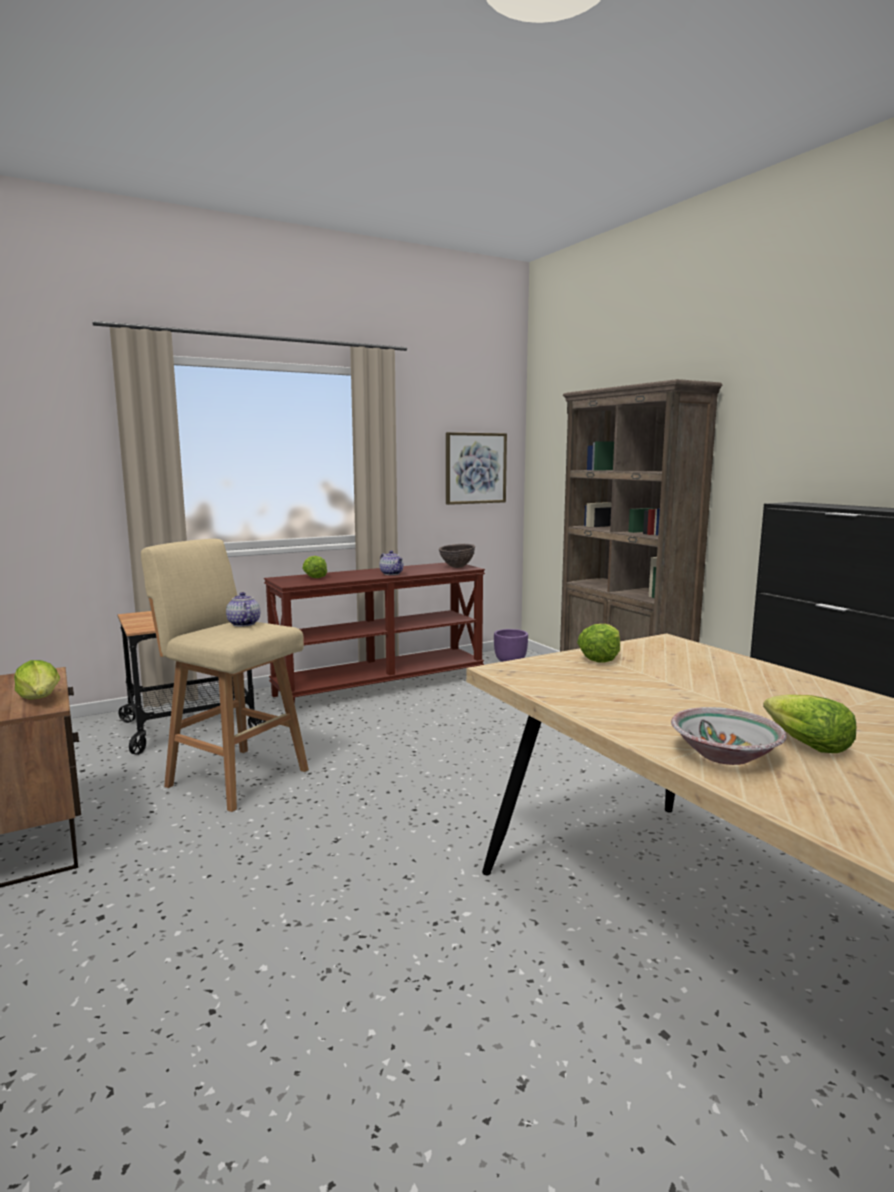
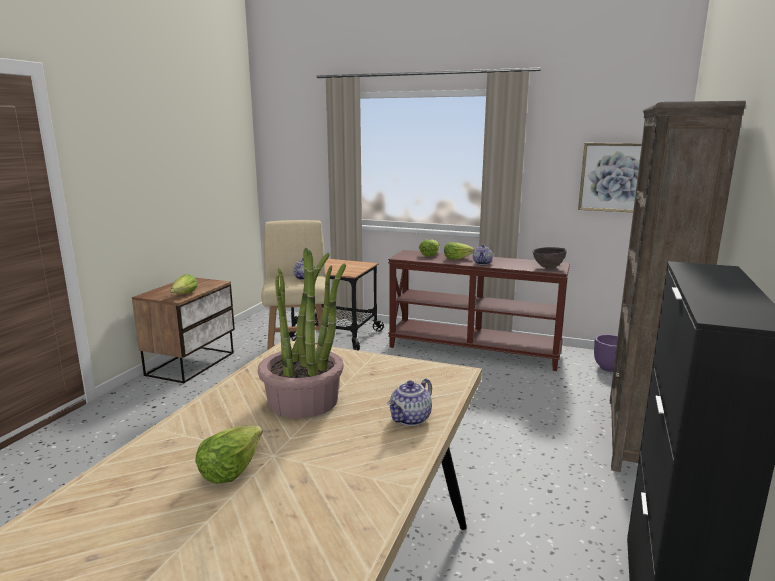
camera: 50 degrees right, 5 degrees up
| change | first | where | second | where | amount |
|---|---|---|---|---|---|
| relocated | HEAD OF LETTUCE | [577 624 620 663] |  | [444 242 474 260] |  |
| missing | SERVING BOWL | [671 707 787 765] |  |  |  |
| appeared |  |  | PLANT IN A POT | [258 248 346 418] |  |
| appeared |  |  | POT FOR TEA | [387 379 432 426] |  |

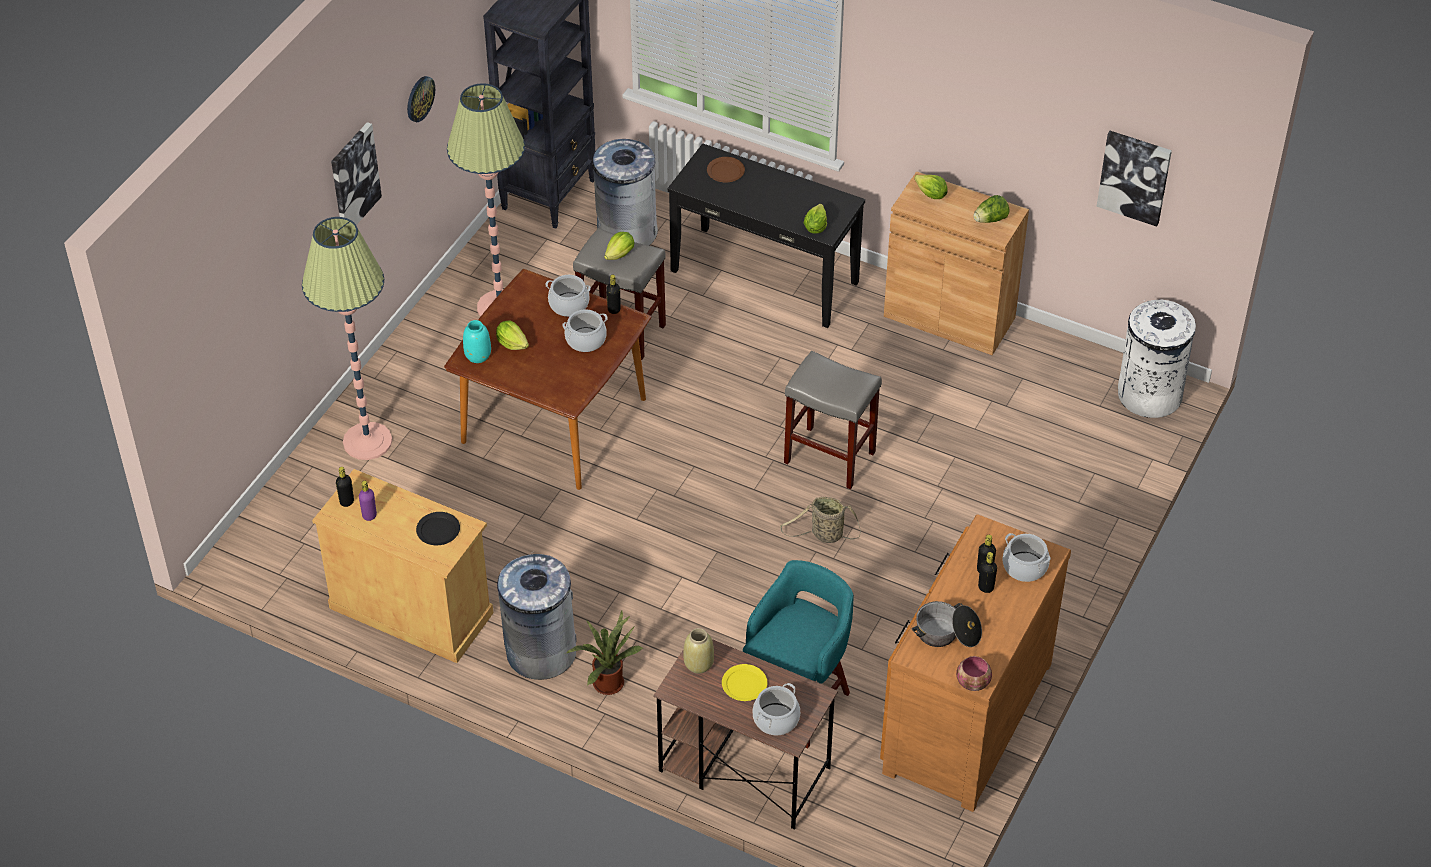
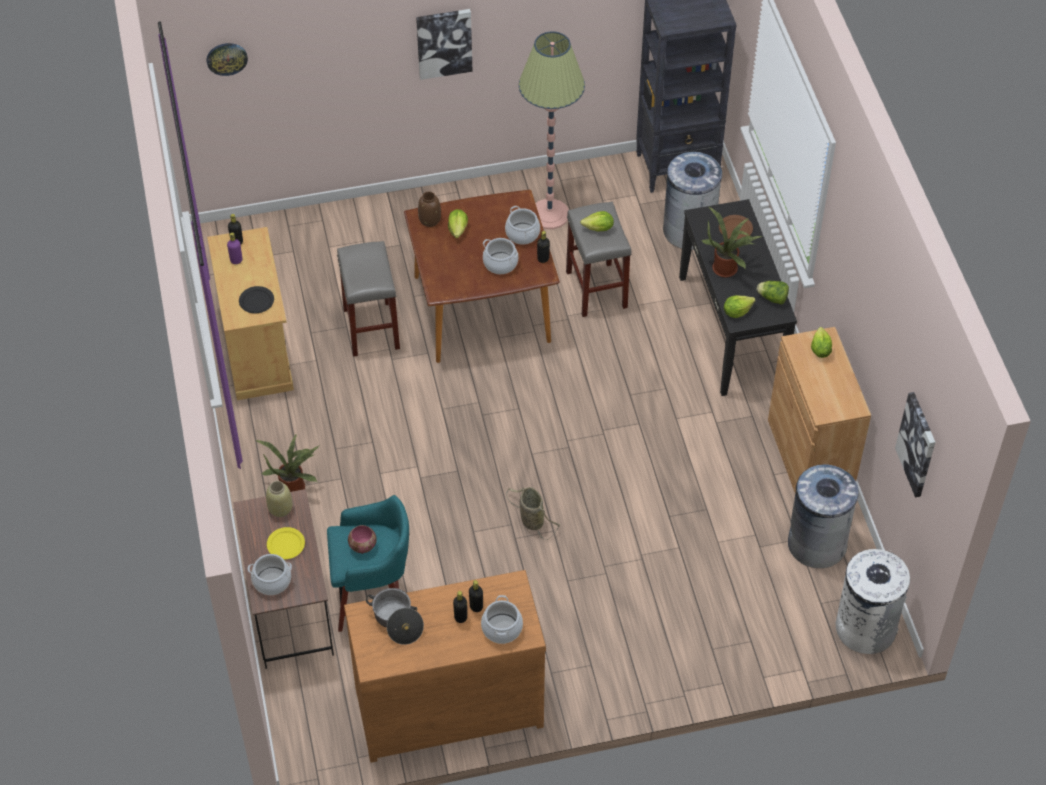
camera: 50 degrees right, 5 degrees up
| change | first | where | second | where | amount |
|---|---|---|---|---|---|
| missing | STANDARD LAMP | [302 217 392 460] |  |  |  |
| relocated | WALL CLOCK | [407 76 435 122] |  | [207 43 248 76] |  |
| colour | TURQUOISE-COLOURED FLOWER VASE | [463 320 491 363] | BROWN FLOWER VASE | [418 192 441 227] |  |
| relocated | GREY TRASH CAN | [497 552 577 680] |  | [788 464 859 568] |  |
| relocated | GREY STOOL | [784 351 882 489] |  | [337 241 400 357] |  |
| relocated | SERVING BOWL | [956 656 992 691] |  | [348 525 377 554] |  |
| relocated | HEAD OF LETTUCE | [973 195 1009 223] |  | [757 281 789 305] |  |
| appeared |  |  | PLANT IN A POT | [701 206 762 278] |  |

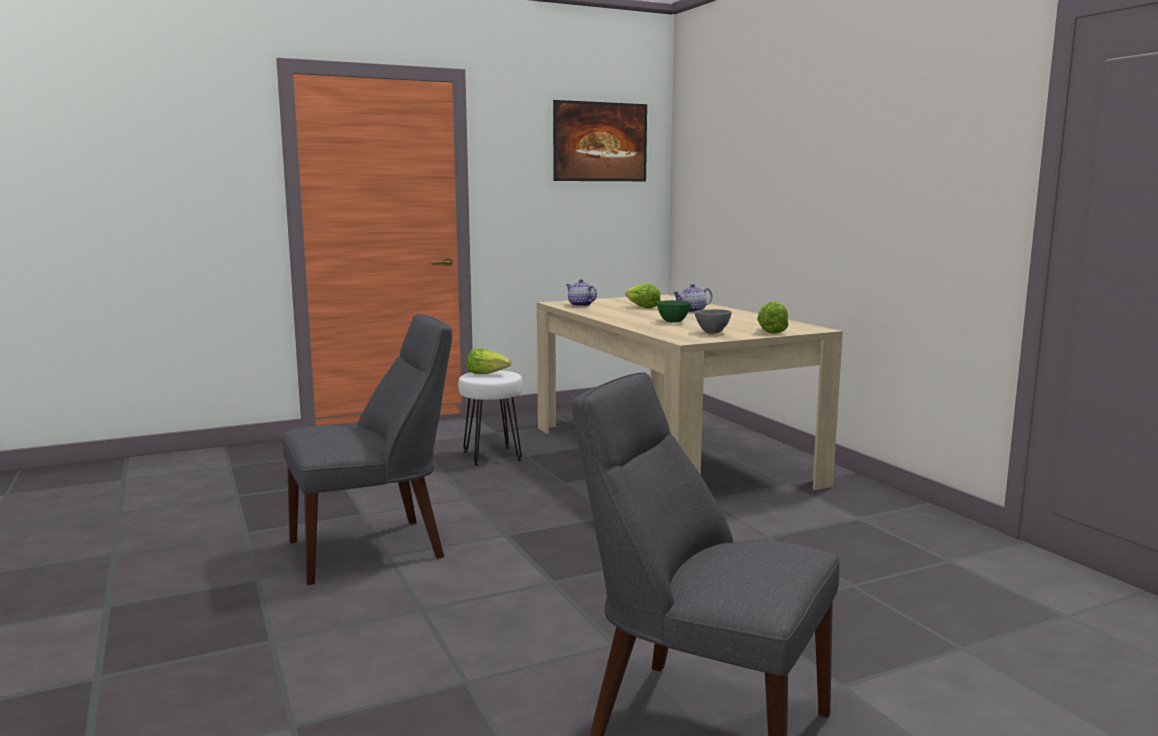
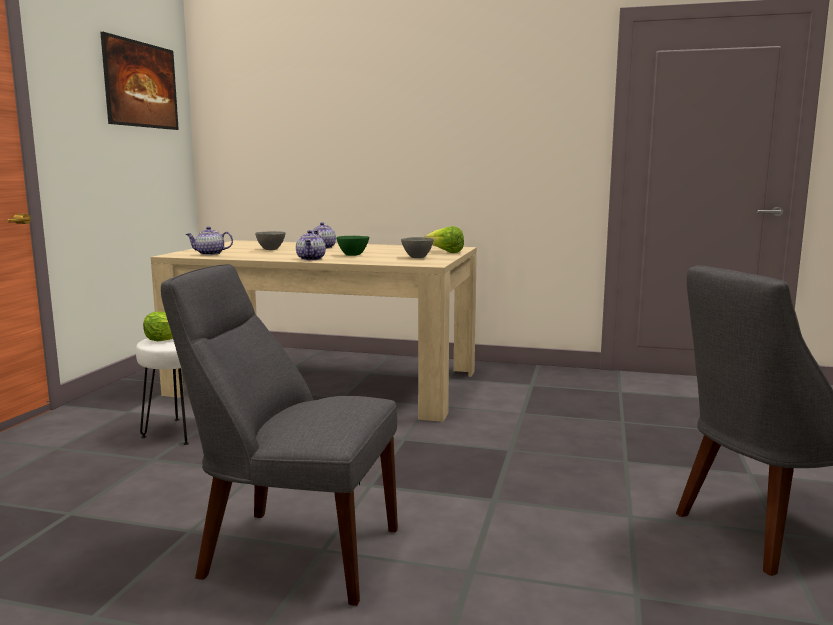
camera: 50 degrees left, 0 degrees up
| change | first | where | second | where | amount |
|---|---|---|---|---|---|
| spun | GREY CHAIR | [282 314 452 585] |  | [161 264 398 606] | 90 degrees counterclockwise |
| exchanged | HEAD OF LETTUCE | [625 284 661 308] | GREY SERVING BOWL | [255 231 286 250] |  |
| appeared |  |  | POT FOR TEA | [296 230 326 260] |  |

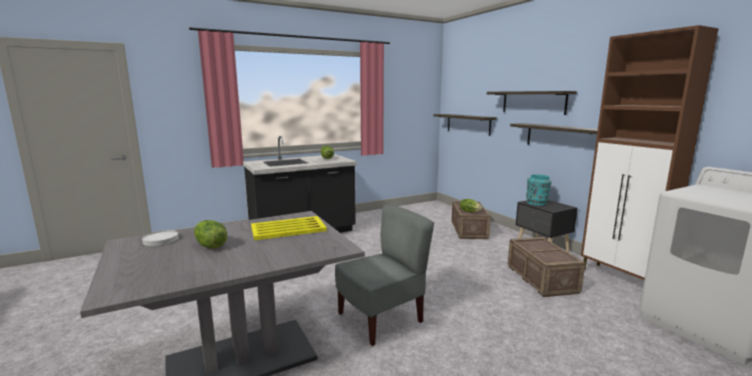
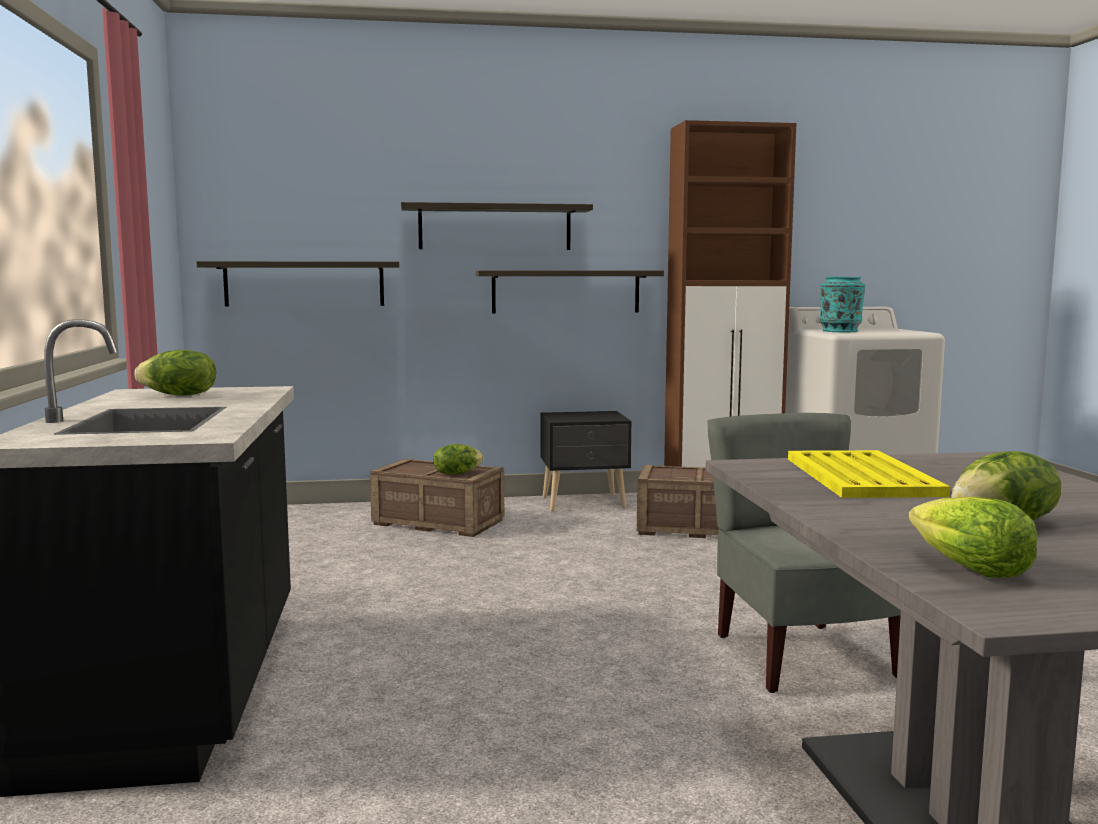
camera: 70 degrees left, 5 degrees down
| change | first | where | second | where | amount |
|---|---|---|---|---|---|
| exchanged | WHITE PLATE | [142 230 179 246] | HEAD OF LETTUCE | [908 496 1037 578] |  |
| relocated | TURQUOISE-COLOURED FLOWER VASE | [526 174 552 206] |  | [820 276 865 332] |  |

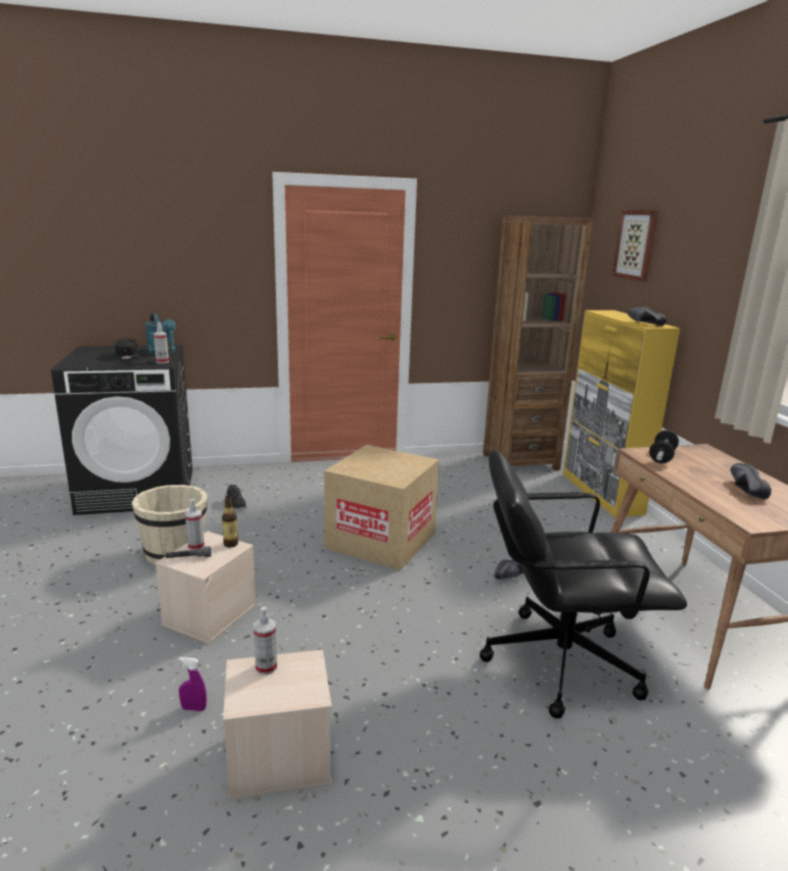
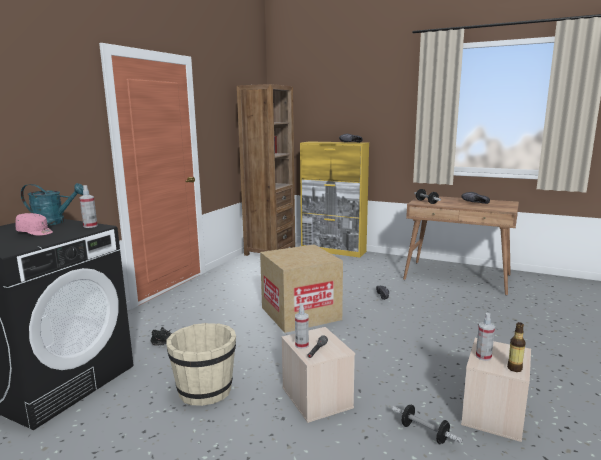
camera: 50 degrees left, 5 degrees down
| change | first | where | second | where | amount |
|---|---|---|---|---|---|
| colour | BLACK-COLOURED CAP | [115 338 138 360] | PINK-COLOURED CAP | [15 213 53 236] |  |
| exchanged | PURPLE SPRAYER | [179 657 207 711] | HAND WEIGHT | [392 405 462 444] |  |
| relocated | BOTTLE | [222 497 238 548] |  | [507 322 526 372] |  |
| missing | BLACK-COLOURED DESK CHAIR | [480 449 687 719] |  |  |  |
| missing | PICTURE | [612 210 659 282] |  |  |  |

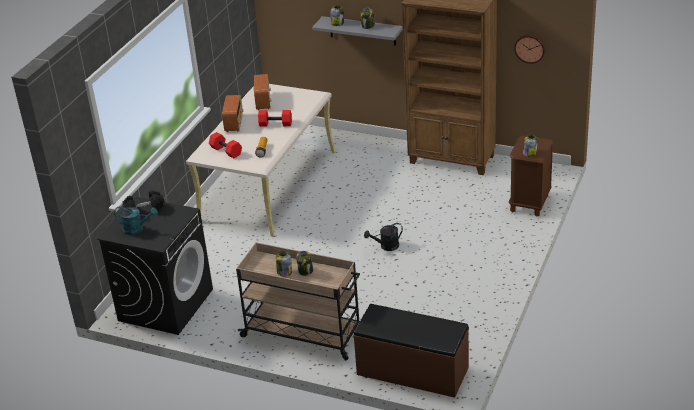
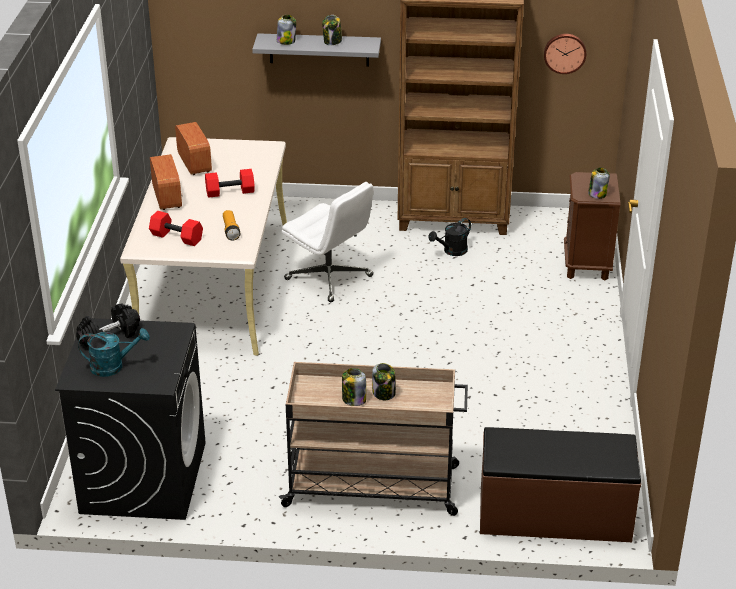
camera: 20 degrees left, 0 degrees up
| change | first | where | second | where | amount |
|---|---|---|---|---|---|
| relocated | BLACK-COLOURED SPRINKLING CAN | [364 223 403 251] |  | [428 218 471 256] |  |
| appeared |  |  | WHITE DESK CHAIR | [282 182 374 302] |  |

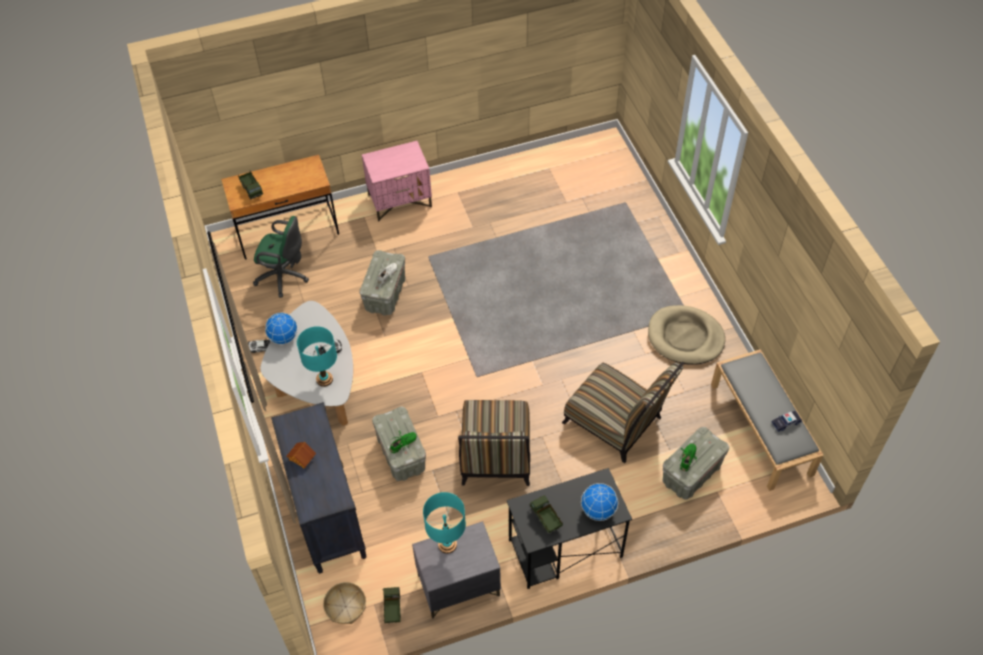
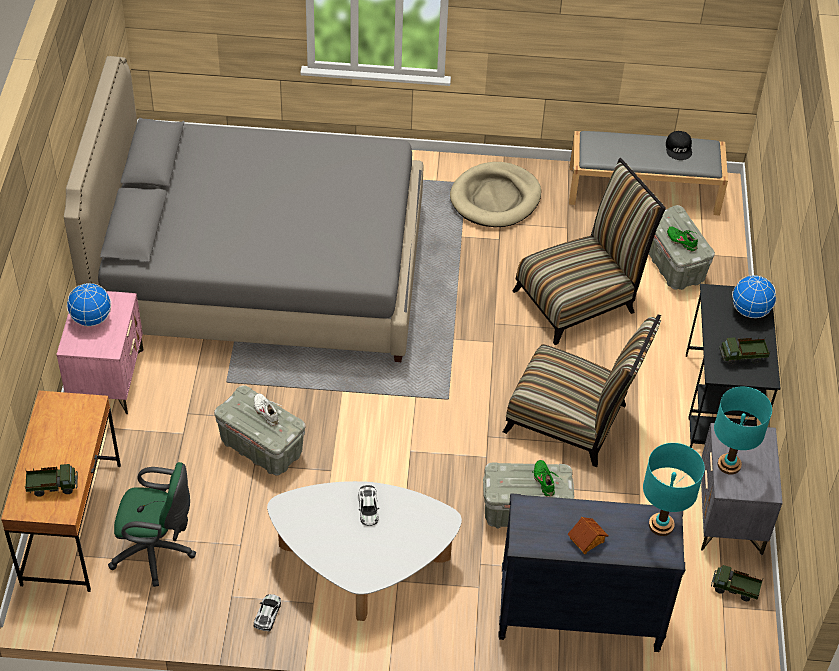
camera: 70 degrees left, 5 degrees down
| change | first | where | second | where | amount |
|---|---|---|---|---|---|
| spun | GREENISH DESK CHAIR | [253 216 309 298] |  | [108 462 196 587] | 60 degrees clockwise |
| relocated | WORLD GLOBE | [265 313 297 345] |  | [67 283 111 327] |  |
| relocated | TURQUOISE-COLOURED LAMP FOR A TABLE | [297 326 337 387] |  | [643 443 705 536] |  |
| missing | HOUSEHOLD BASKET | [323 582 366 624] |  |  |  |
| exchanged | MODEL CAR | [771 411 802 432] | BLACK-COLOURED CAP | [666 131 692 160] |  |
| appeared |  |  | GREY BED | [64 56 424 362] |  |

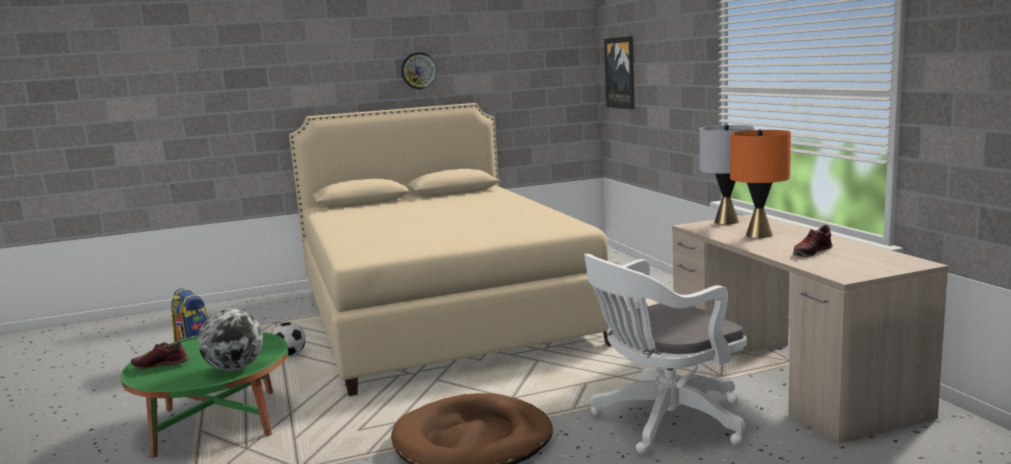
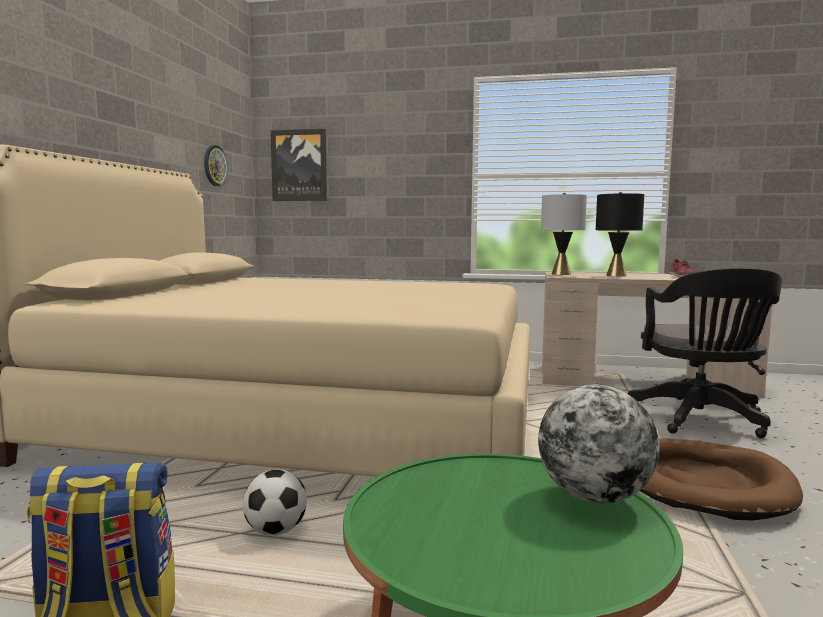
camera: 60 degrees left, 5 degrees down
| change | first | where | second | where | amount |
|---|---|---|---|---|---|
| missing | ITEM OF FOOTWEAR | [131 341 189 369] |  |  |  |
| relocated | WALL CLOCK | [401 52 437 90] |  | [204 145 228 186] |  |
| colour | WHITE DESK CHAIR | [584 254 747 454] | BLACK-COLOURED DESK CHAIR | [628 268 782 438] |  |
| colour | ORANGEY LAMP FOR A TABLE | [730 129 791 238] | BLACK-COLOURED LAMP FOR A TABLE | [596 192 644 277] |  |

